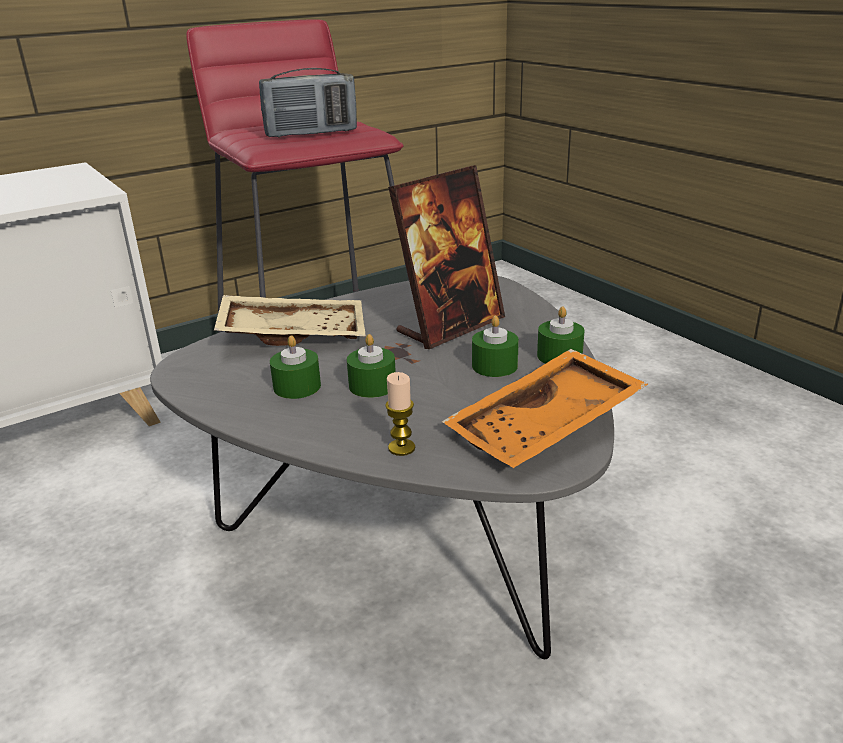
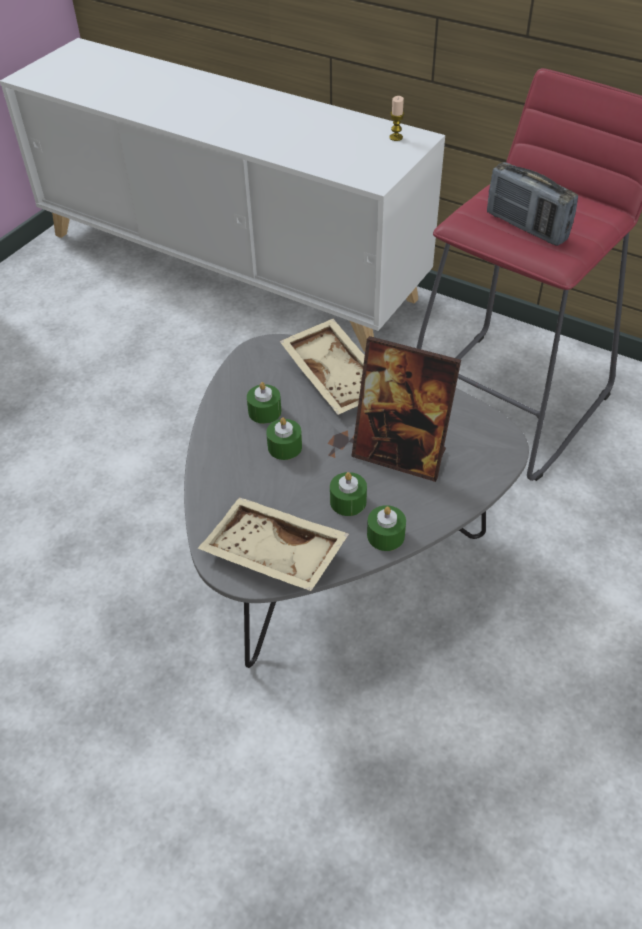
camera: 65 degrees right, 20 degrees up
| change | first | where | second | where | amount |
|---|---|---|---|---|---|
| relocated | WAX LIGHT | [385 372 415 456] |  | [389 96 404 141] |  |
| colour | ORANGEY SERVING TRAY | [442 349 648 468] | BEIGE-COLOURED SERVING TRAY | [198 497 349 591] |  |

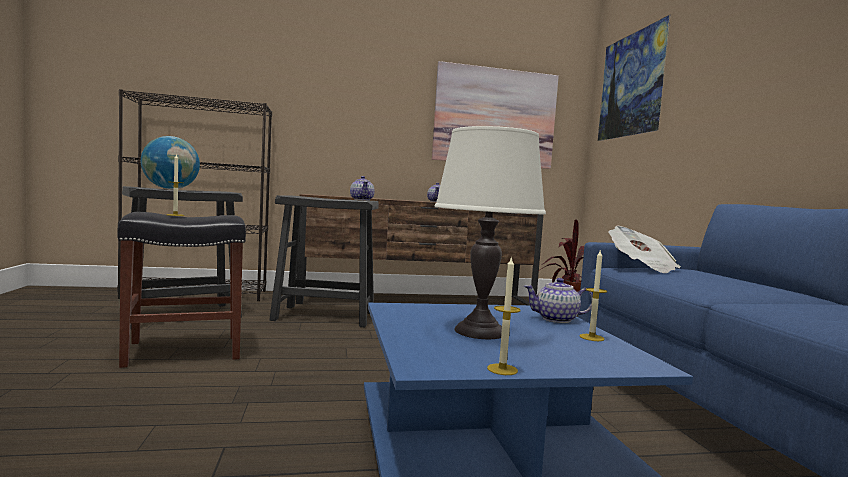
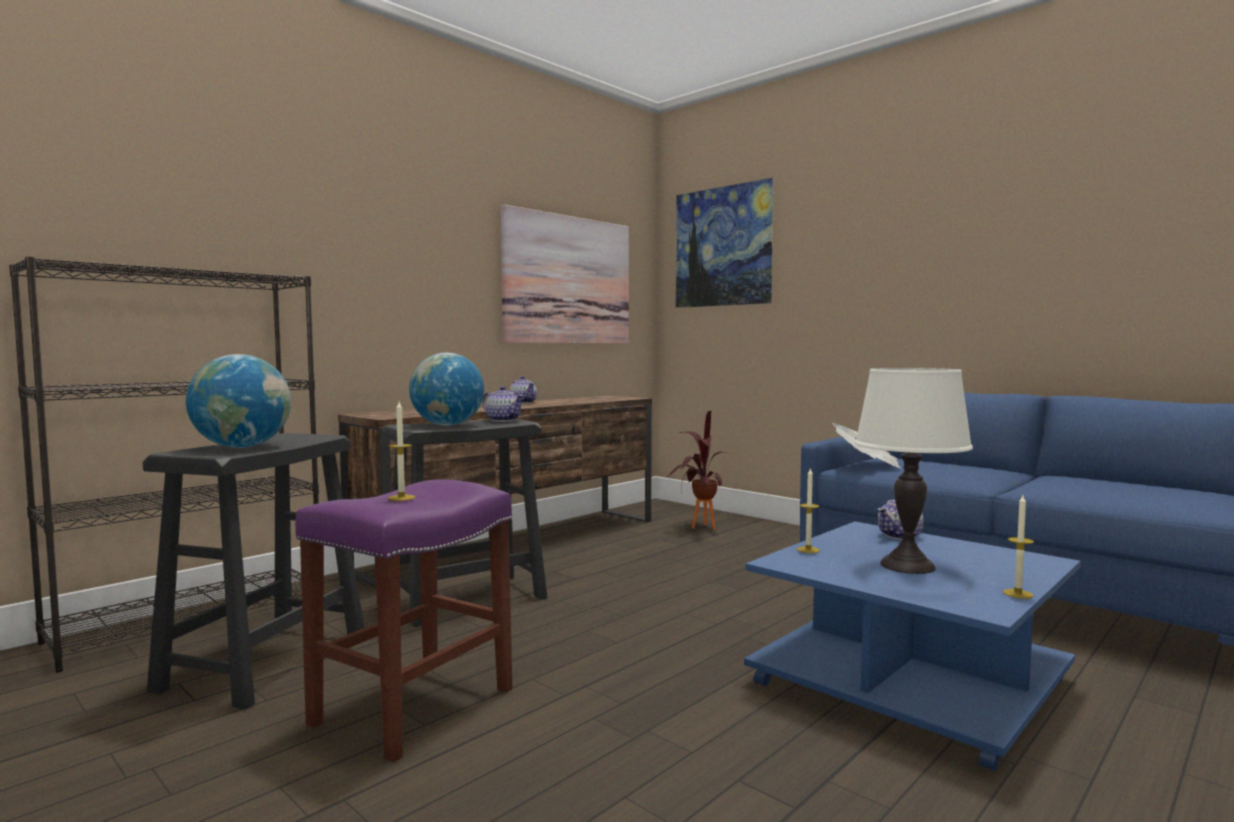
camera: 35 degrees left, 0 degrees up
| change | first | where | second | where | amount |
|---|---|---|---|---|---|
| colour | BLACK-COLOURED STOOL | [117 212 246 368] | PURPLE STOOL | [295 479 513 763] |  |
| relocated | WAX LIGHT | [580 249 607 341] |  | [797 467 820 553] |  |
| appeared |  |  | WORLD GLOBE | [409 353 484 426] |  |

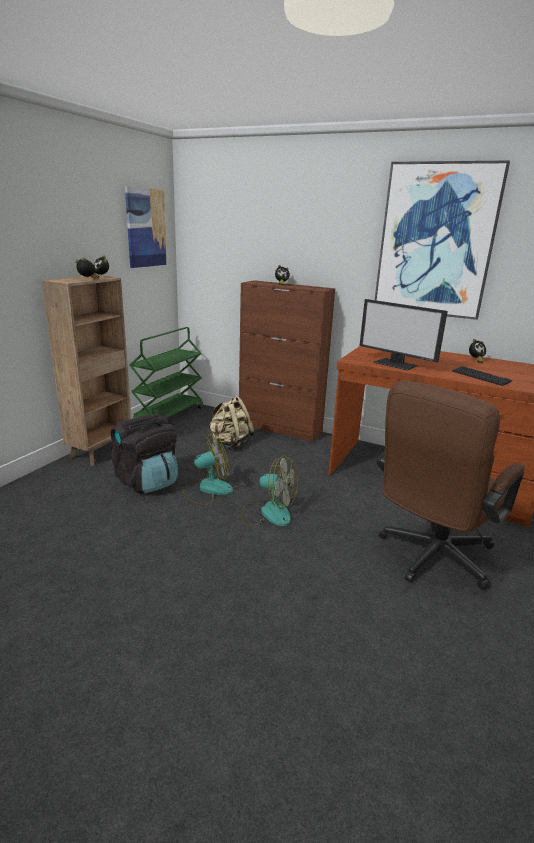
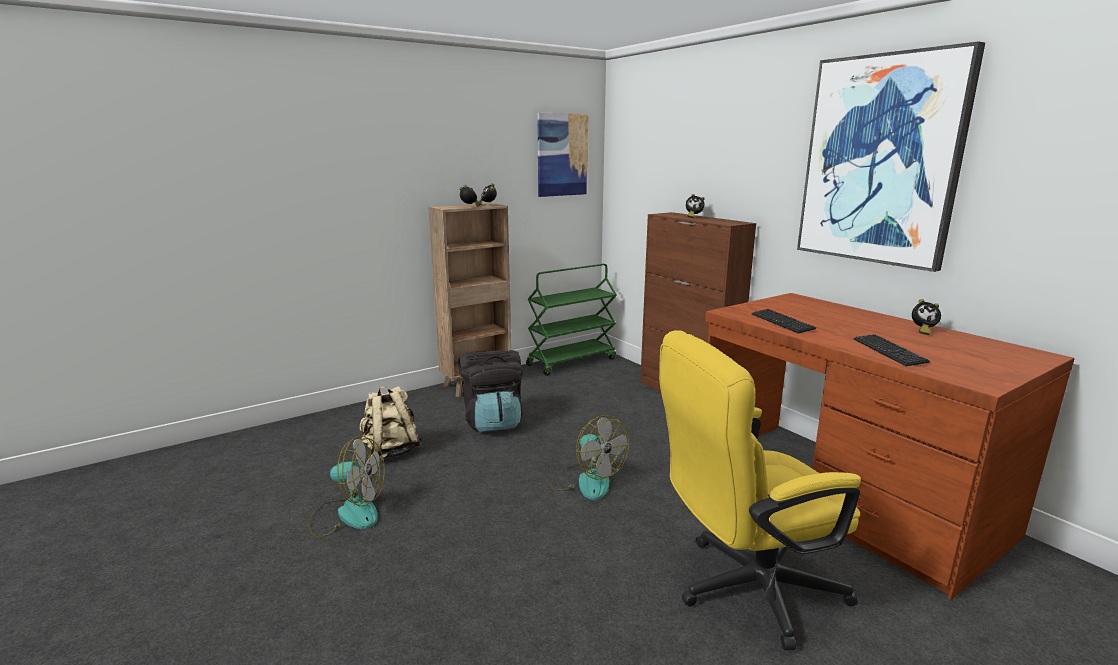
camera: 30 degrees right, 5 degrees down
| change | first | where | second | where | amount |
|---|---|---|---|---|---|
| relocated | COOLING FAN | [182 433 233 505] |  | [308 435 385 538] |  |
| relocated | BEIGE-COLOURED BACKPACK | [208 396 255 449] |  | [360 386 423 460] |  |
| exchanged | COMPUTER SCREEN | [359 299 448 370] | PC KEYBOARD | [752 309 816 333] |  |
| colour | BROWN DESK CHAIR | [376 380 525 590] | YELLOW DESK CHAIR | [659 330 861 650] |  |

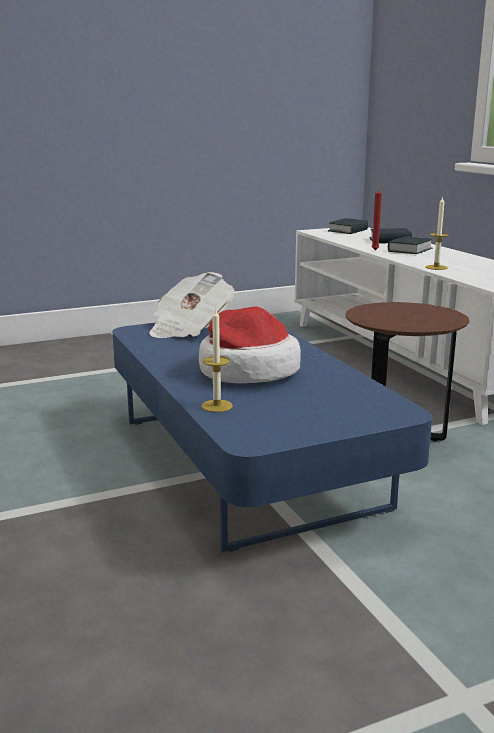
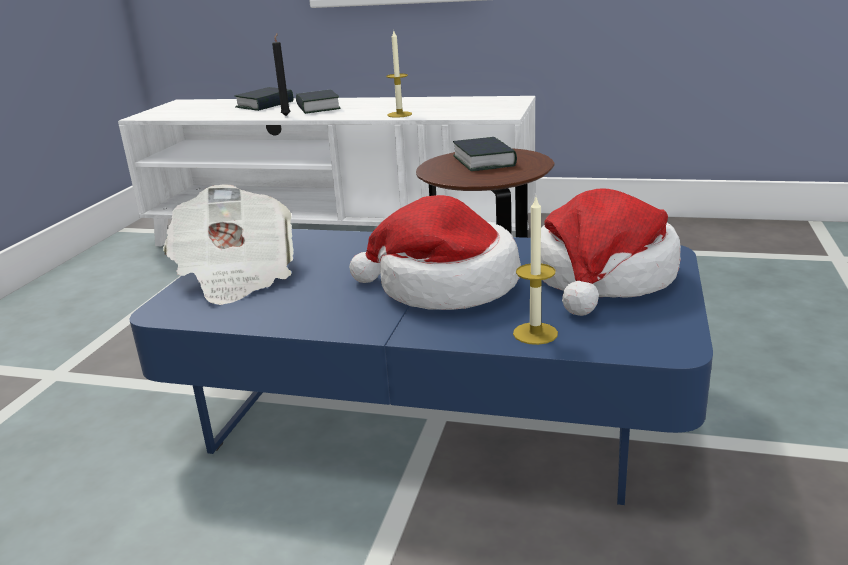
camera: 50 degrees left, 5 degrees up
| change | first | where | second | where | amount |
|---|---|---|---|---|---|
| relocated | BOUND BOOK | [328 218 369 234] |  | [453 137 517 171] |  |
| colour | RED-COLOURED WAX LIGHT | [372 186 384 250] | BLACK-COLOURED WAX LIGHT | [272 33 290 116] |  |
| appeared |  |  | CLOTHING HAT | [541 189 681 316] |  |

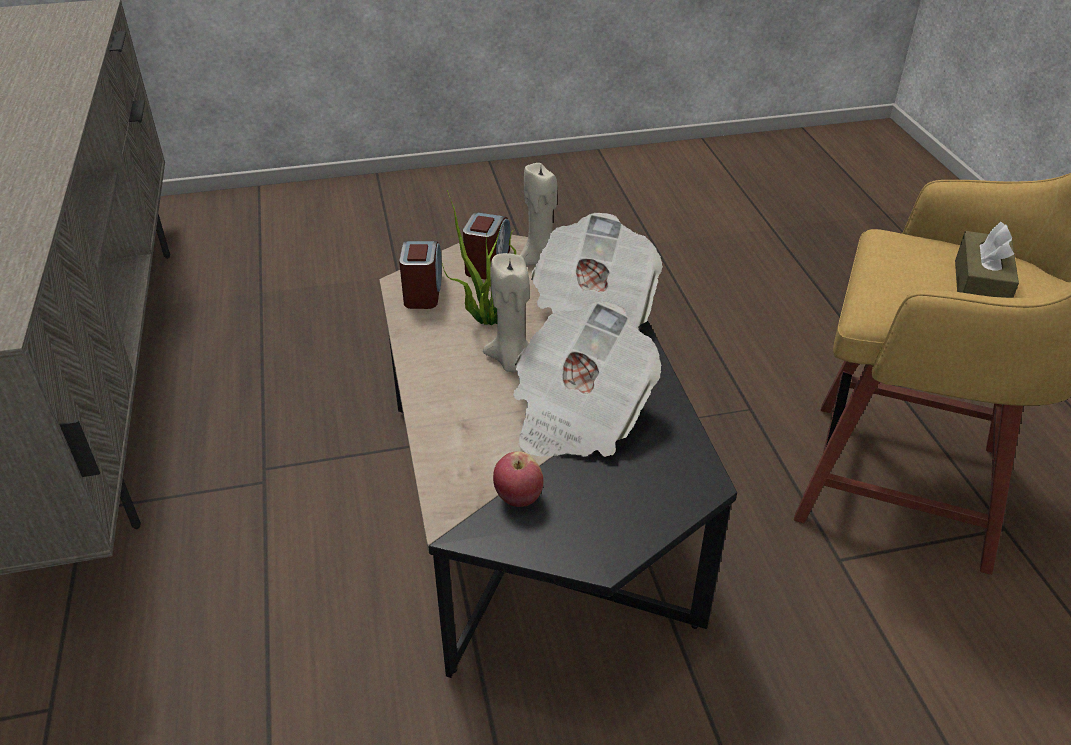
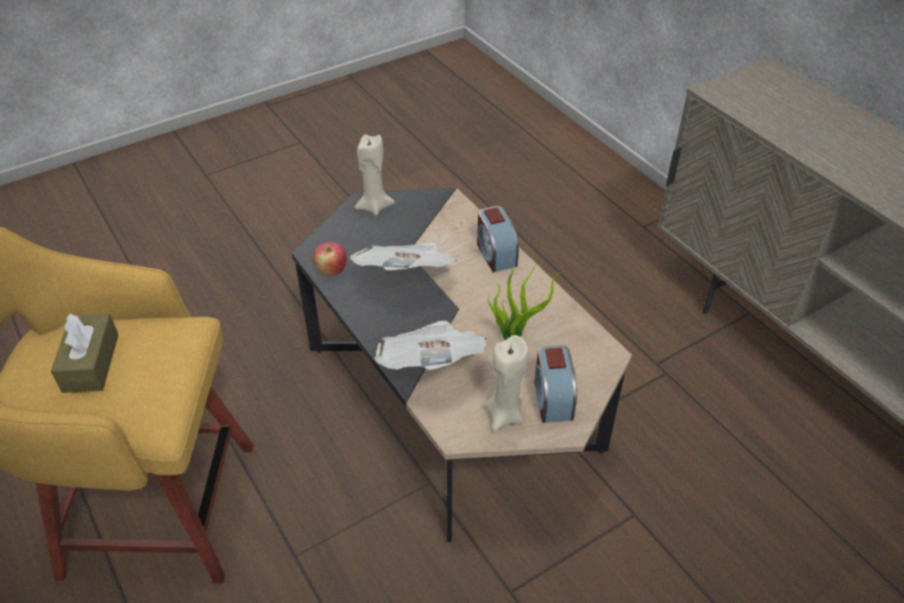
camera: 160 degrees right, 5 degrees up
| change | first | where | second | where | amount |
|---|---|---|---|---|---|
| relocated | TABLE CLOCK | [399 241 442 309] |  | [477 206 519 272] |  |
| relocated | BEIGE-COLOURED WAX LIGHT | [483 253 530 372] |  | [354 134 395 216] |  |
| relocated | APPLE FRUIT | [493 451 543 507] |  | [313 242 347 276] |  |

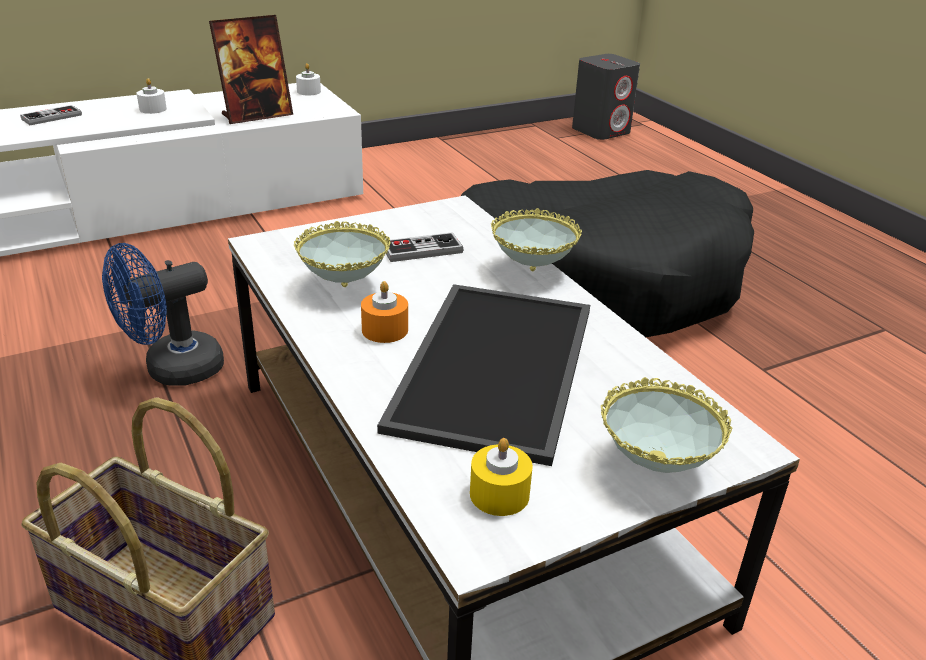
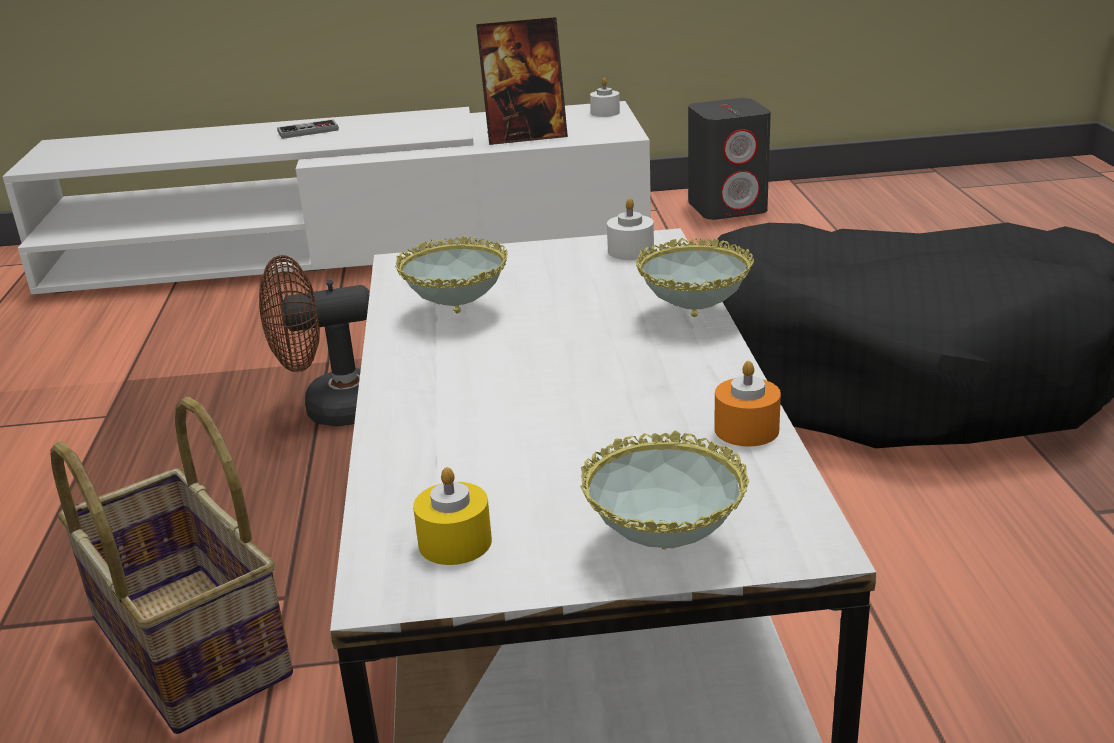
camera: 25 degrees right, 5 degrees down
| change | first | where | second | where | amount |
|---|---|---|---|---|---|
| colour | BLUISH COOLING FAN | [102 243 224 385] | BROWN COOLING FAN | [259 255 370 426] |  |
| relocated | WHITE WAX LIGHT | [137 78 167 114] |  | [607 198 654 260] |  |
| relocated | ORANGEY WAX LIGHT | [361 281 408 343] |  | [714 361 781 447] |  |
| missing | SERVING TRAY | [377 284 590 466] |  |  |  |
| missing | GAME CONTROLLER | [386 232 463 262] |  |  |  |
| relocated | GREY SPEAKER | [572 54 640 140] |  | [688 98 771 220] |  |

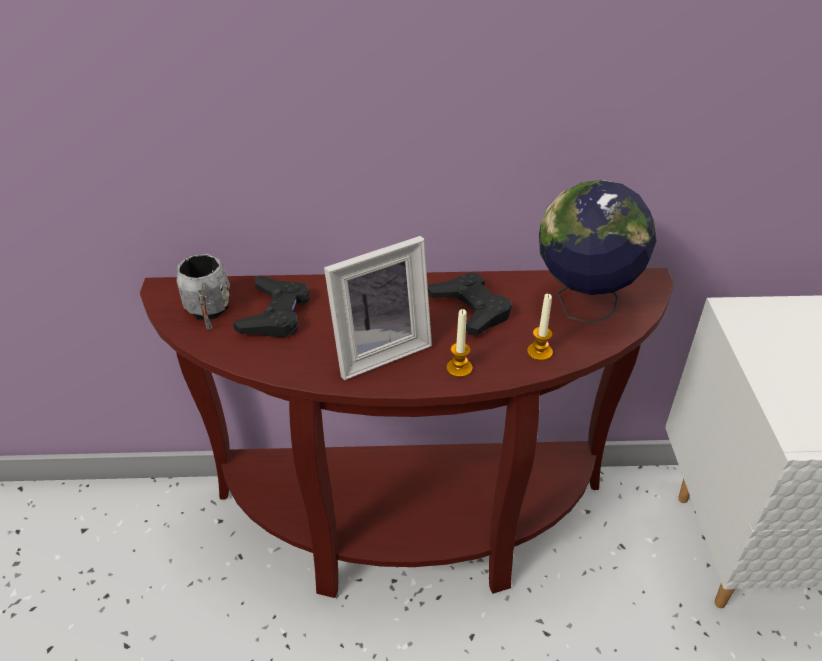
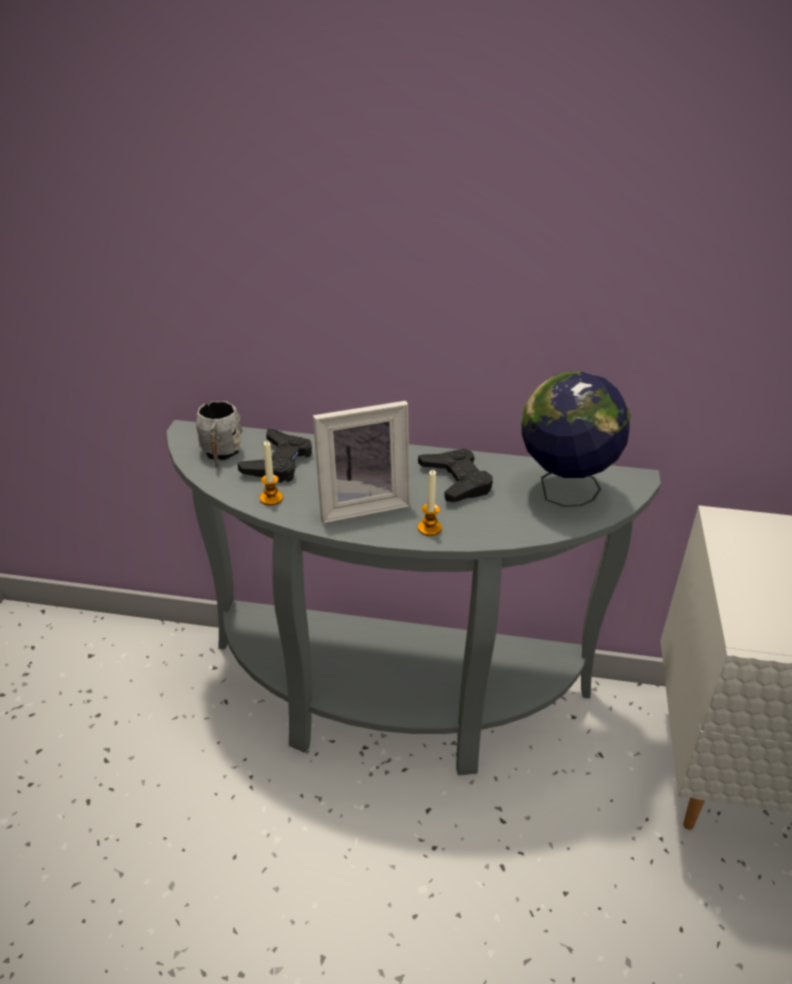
camera: 10 degrees right, 5 degrees down
| change | first | where | second | where | amount |
|---|---|---|---|---|---|
| colour | BROWN CONSOLE TABLE | [140 268 674 598] | GREY CONSOLE TABLE | [166 420 661 775] |  |
| relocated | WAX LIGHT | [527 294 553 361] |  | [260 441 283 505] |  |

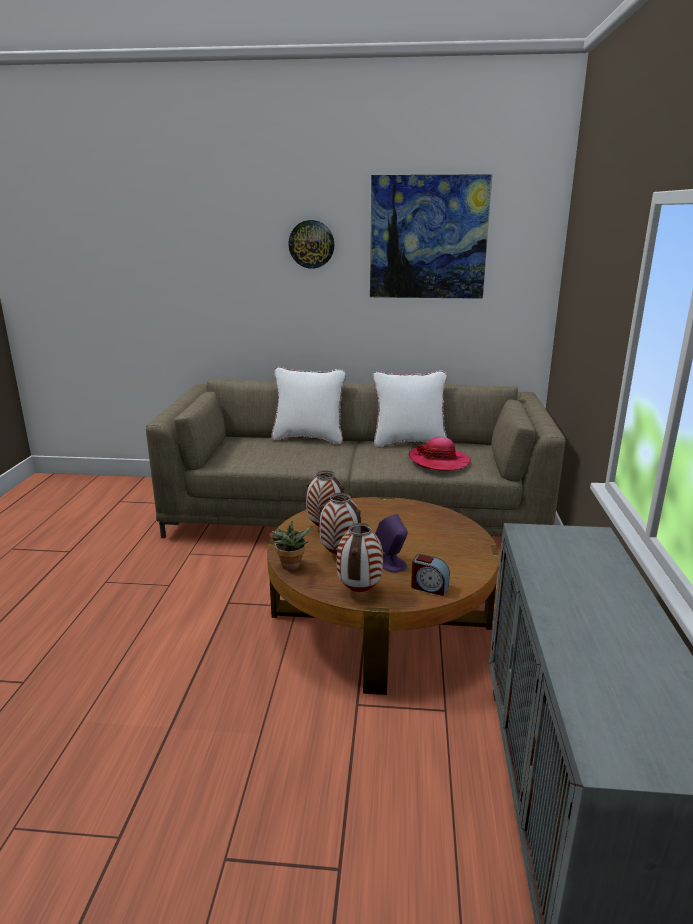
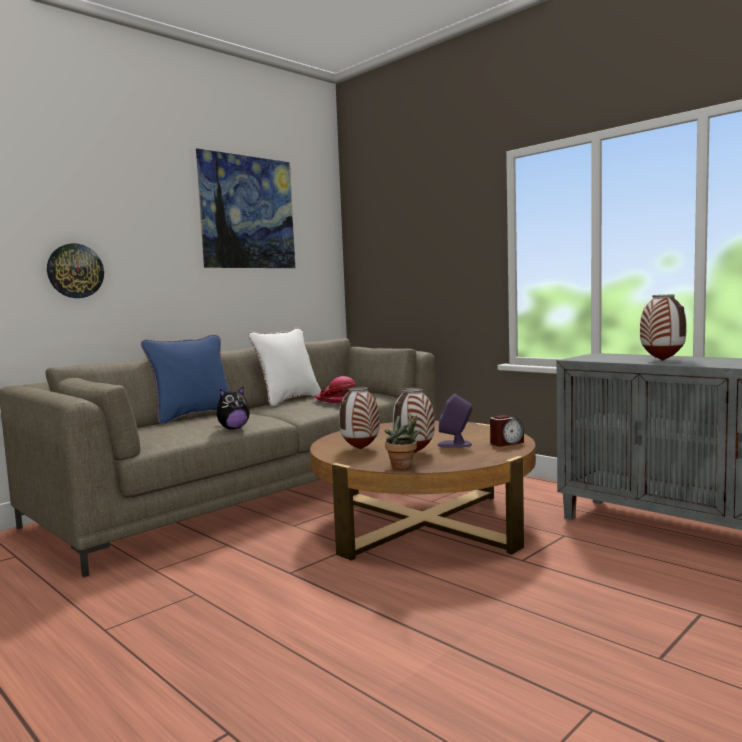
camera: 50 degrees left, 15 degrees down
| change | first | where | second | where | amount |
|---|---|---|---|---|---|
| colour | WHITE PILLOW | [271 367 346 444] | BLUISH PILLOW | [141 334 229 424] |  |
| relocated | WALL CLOCK | [288 220 334 269] |  | [47 244 104 298] |  |
| relocated | FLOWER VASE | [337 523 383 592] |  | [640 294 687 361] |  |
| appeared |  |  | SOFT TOY | [217 386 250 429] |  |

